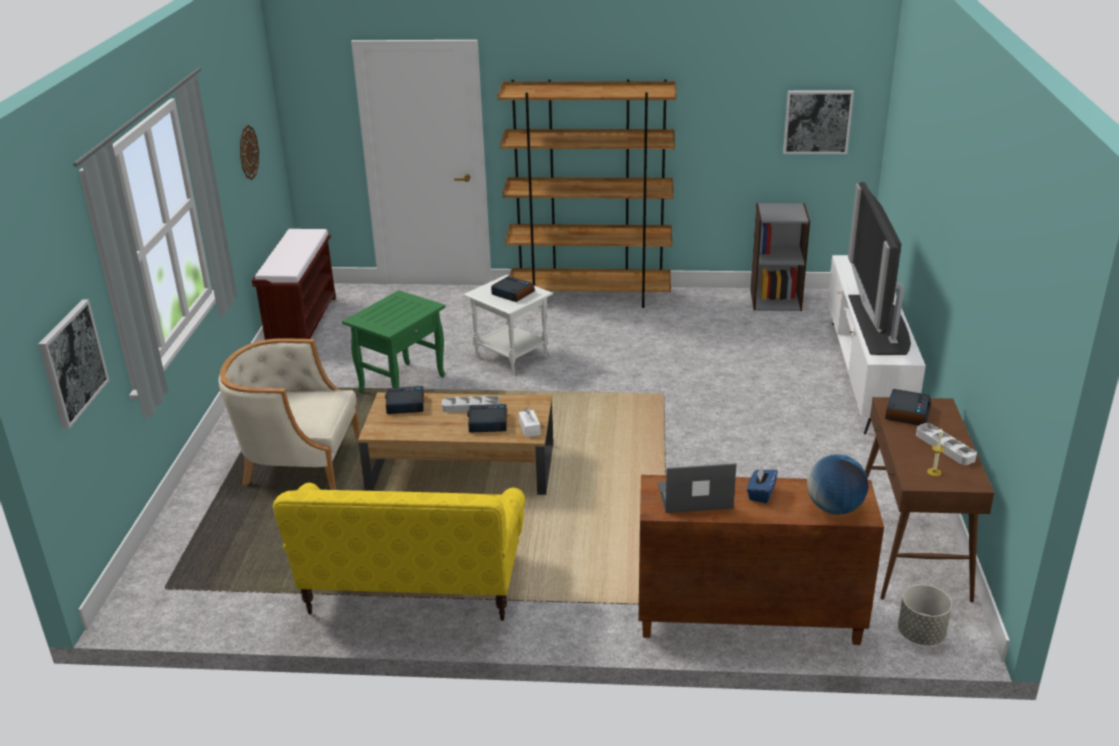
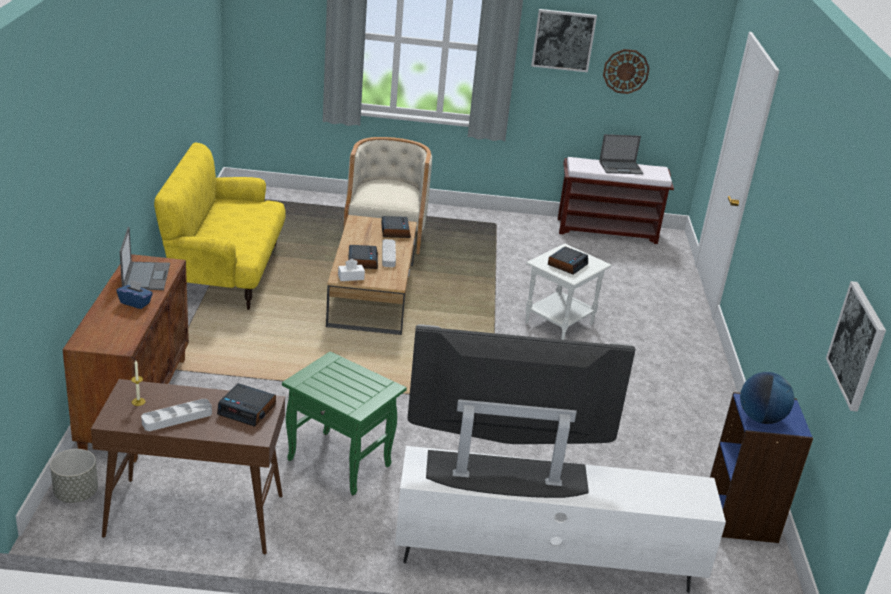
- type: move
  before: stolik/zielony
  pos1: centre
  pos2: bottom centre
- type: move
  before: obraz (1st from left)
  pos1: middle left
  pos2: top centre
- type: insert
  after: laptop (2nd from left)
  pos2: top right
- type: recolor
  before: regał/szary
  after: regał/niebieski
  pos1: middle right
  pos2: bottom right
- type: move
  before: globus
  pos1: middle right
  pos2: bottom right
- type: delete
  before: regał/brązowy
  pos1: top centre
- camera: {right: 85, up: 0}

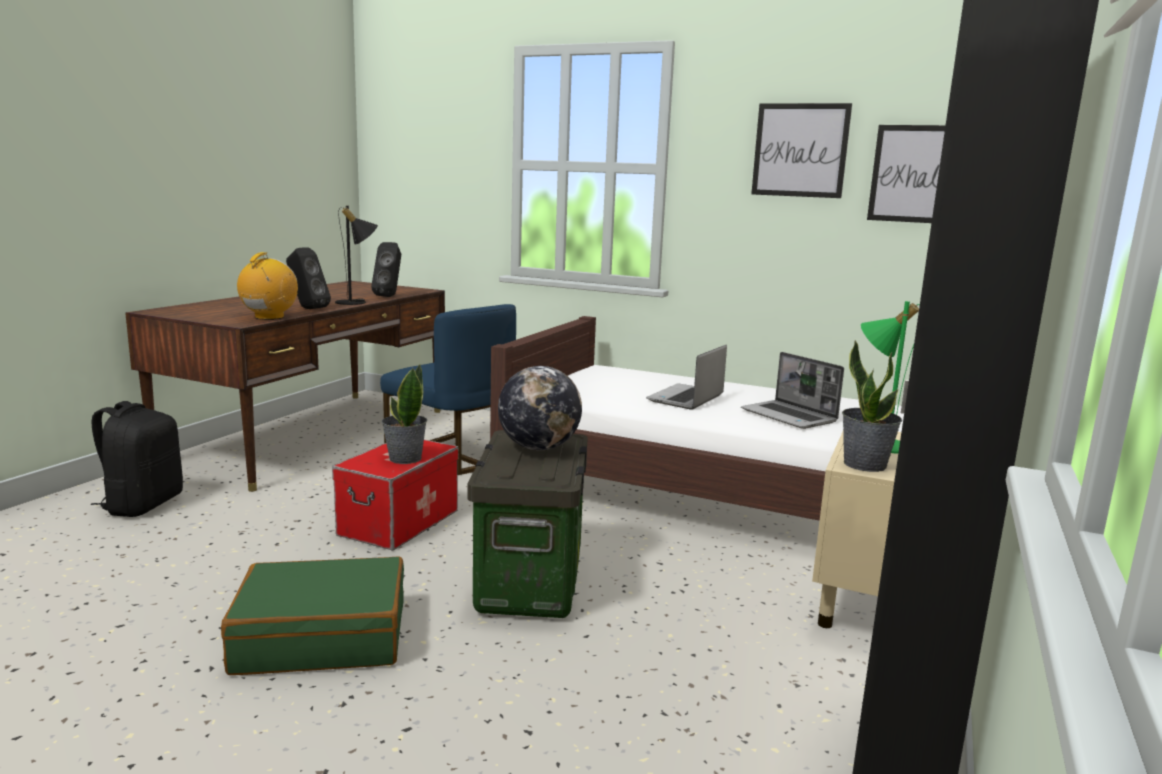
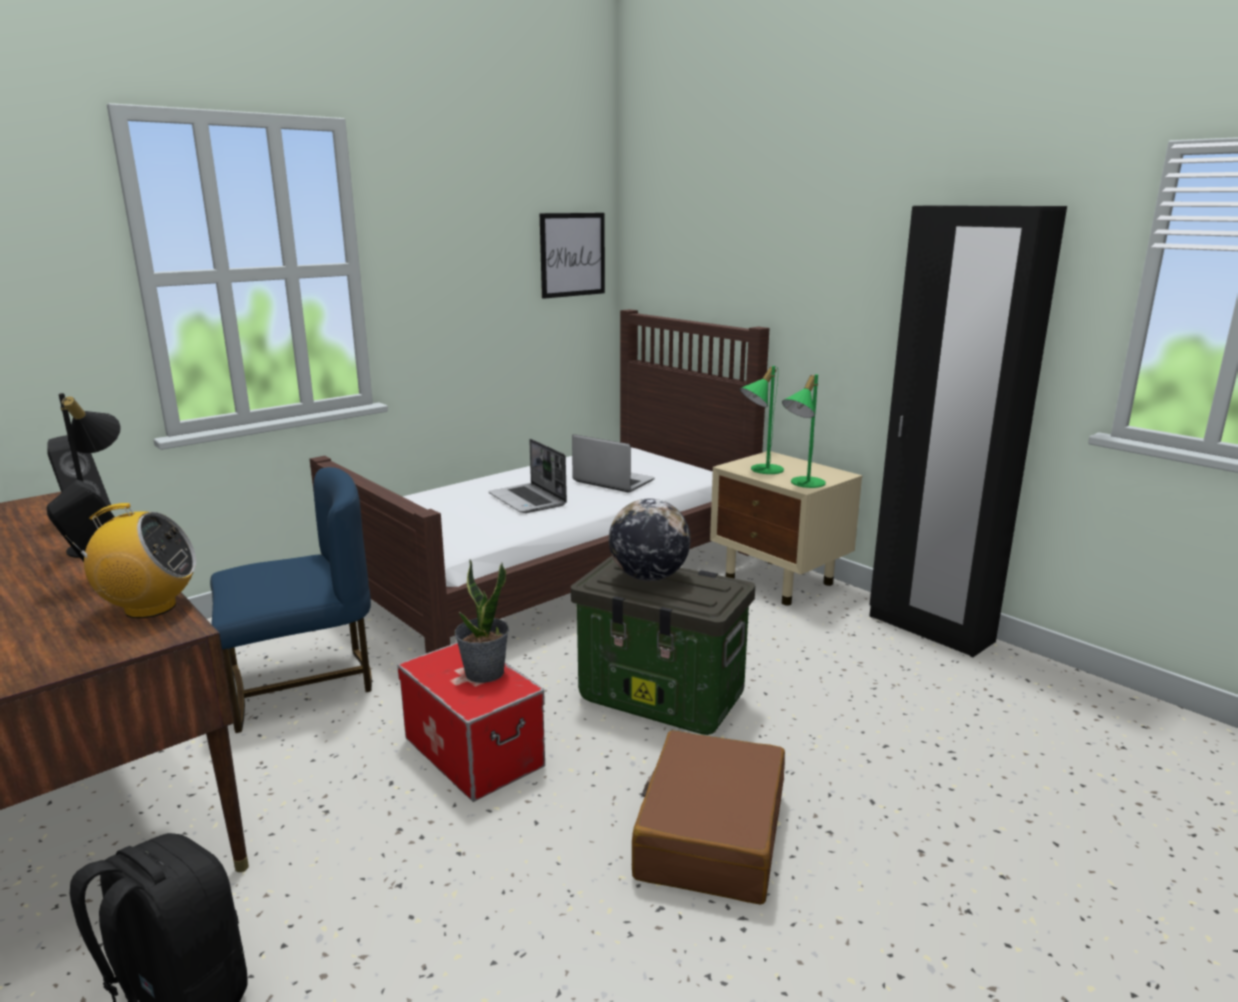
- type: rotate
  before: radio
  pos1: middle left
  pos2: middle left
  turn: 135
- type: rotate
  before: laptop (2nd from left)
  pos1: middle right
  pos2: centre
  turn: -135
- type: recolor
  before: walizka/zielony
  after: walizka/brązowy
  pos1: bottom left
  pos2: bottom centre
- type: replace
  before: roślina doniczkowa (2nd from left)
  after: lampa stołowa/zielony (2nd from left)
  pos1: middle right
  pos2: centre
- type: delete
  before: obraz (1st from left)
  pos1: top right
- camera: {right: -65, up: 5}

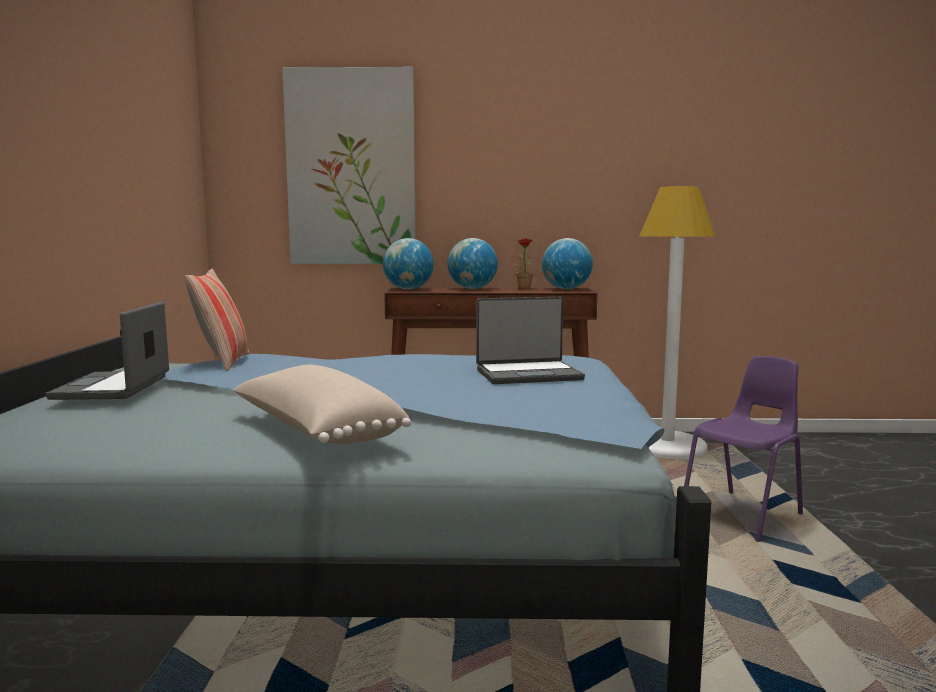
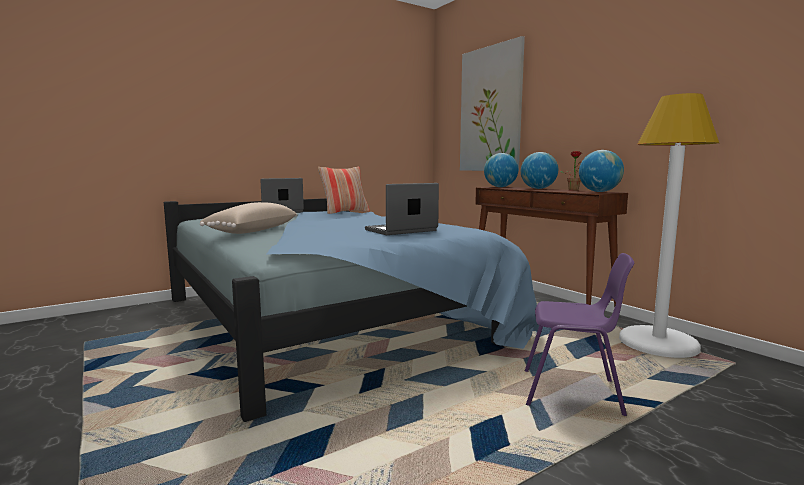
- type: rotate
  before: laptop (2nd from left)
  pos1: centre
  pos2: centre
  turn: 105
- camera: {right: 55, up: 0}

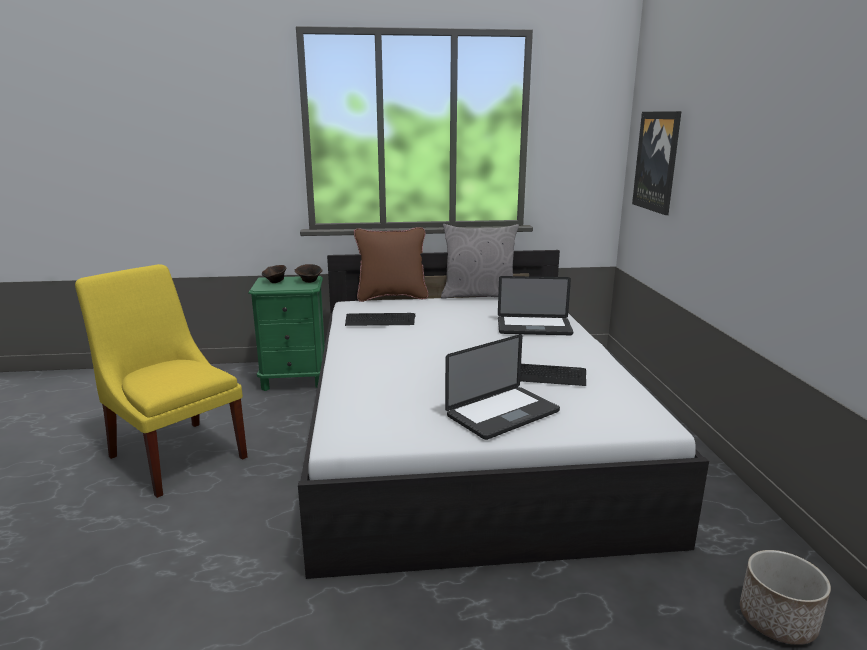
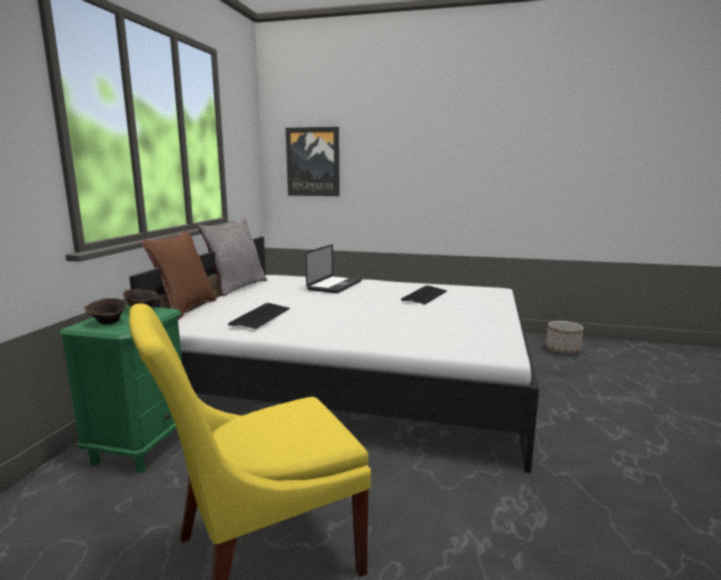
- type: delete
  before: laptop (1st from left)
  pos1: centre
- camera: {right: -70, up: -5}

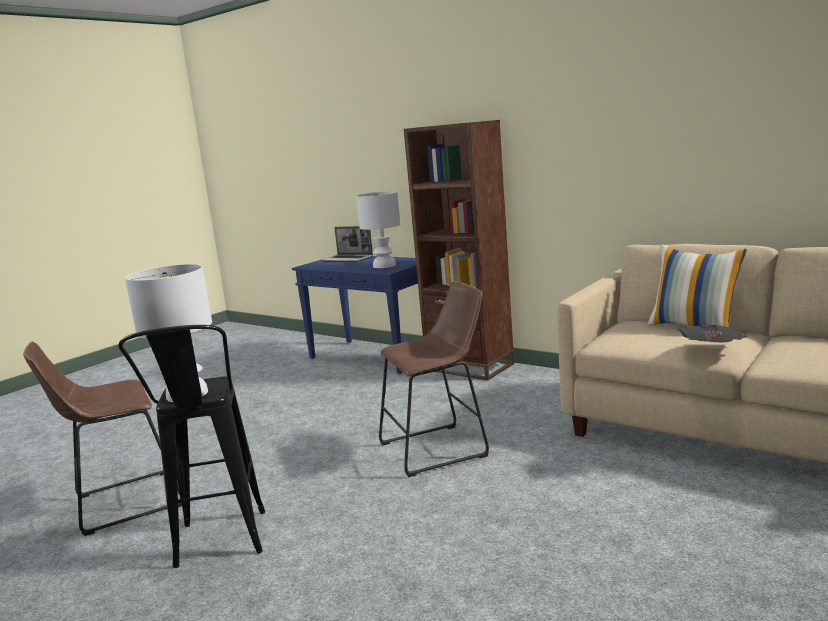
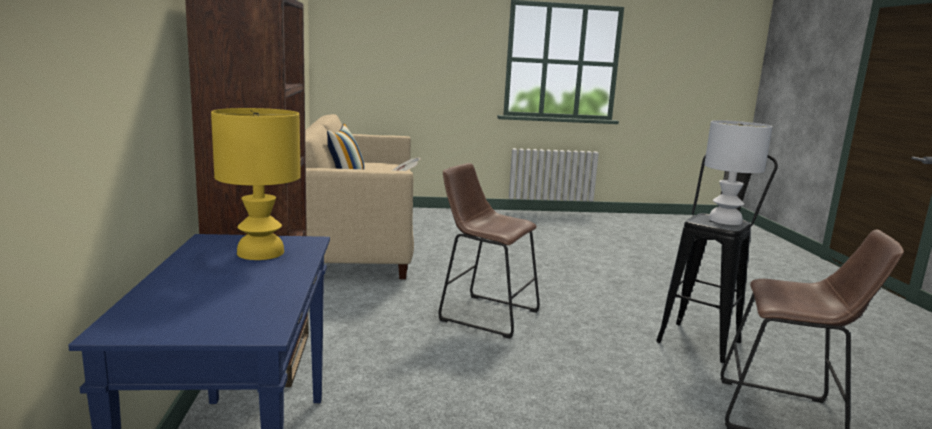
- type: recolor
  before: lampa stołowa/biały (2nd from left)
  after: lampa stołowa/żółty
  pos1: centre
  pos2: middle left
- type: delete
  before: laptop
  pos1: centre
- camera: {right: -135, up: 0}

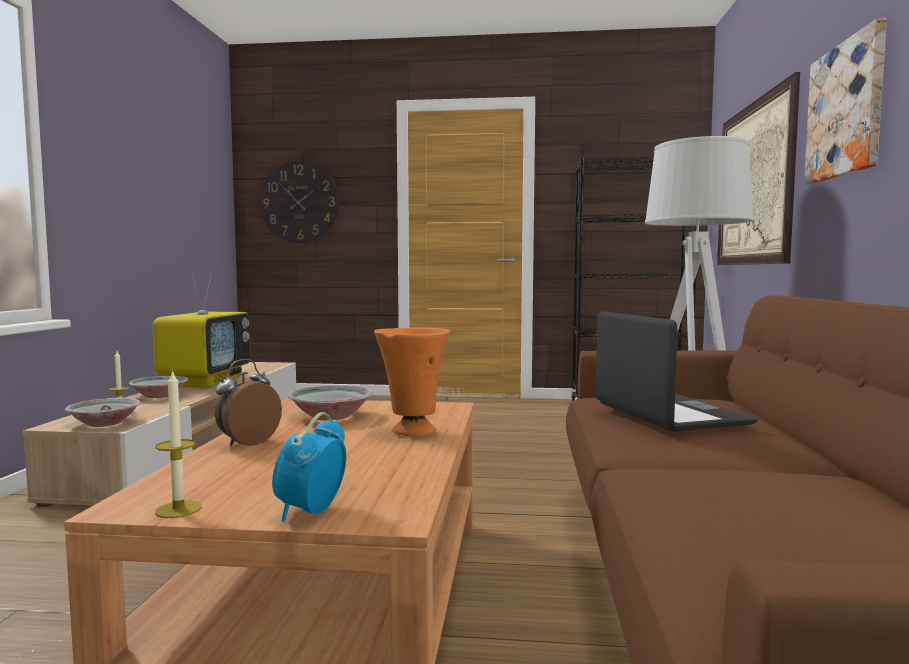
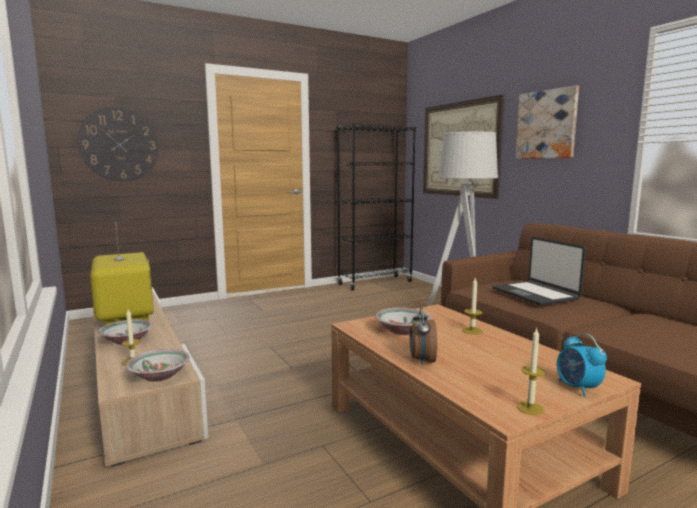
- type: replace
  before: wazon/pomarańczowy
  after: świeca (2nd from left)
  pos1: centre
  pos2: middle right
- type: rotate
  before: laptop
  pos1: middle right
  pos2: middle right
  turn: -150
- camera: {right: -35, up: 5}

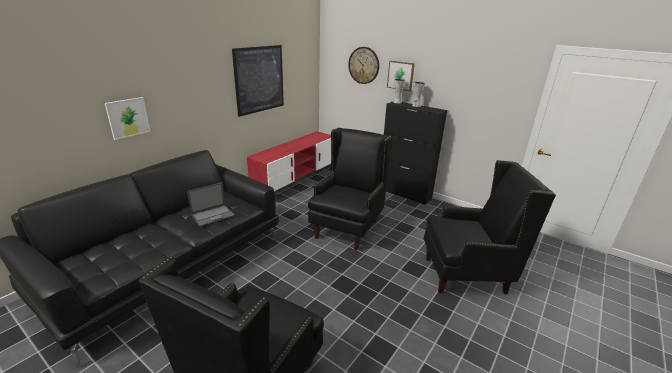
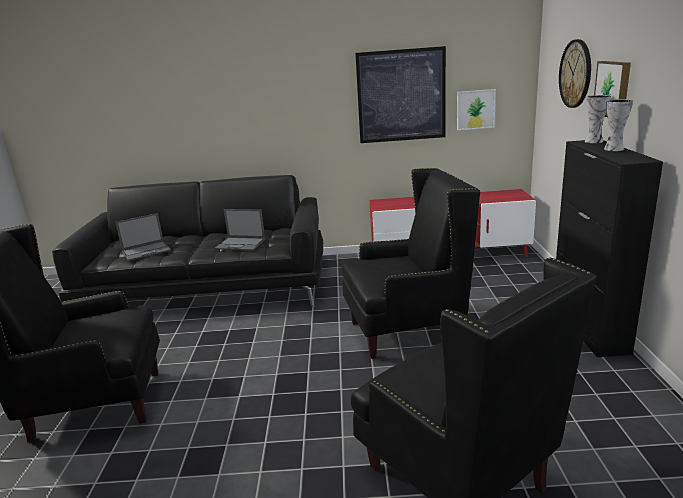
- type: insert
  after: laptop (1st from left)
  pos2: middle left
- type: move
  before: obraz (1st from left in the first image)
  after: obraz (2nd from left)
  pos1: top left
  pos2: top right
- camera: {right: 55, up: -5}

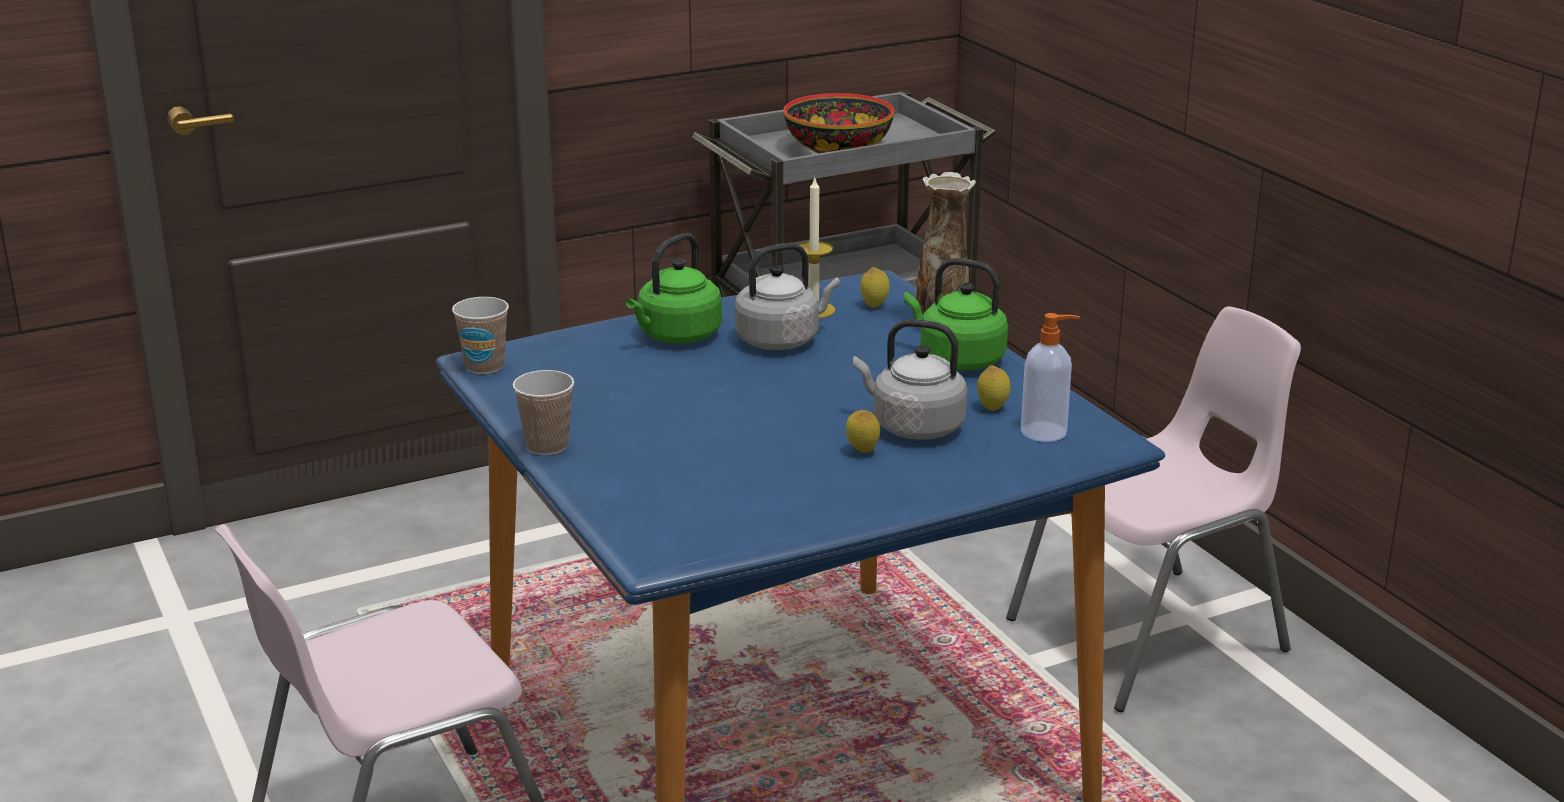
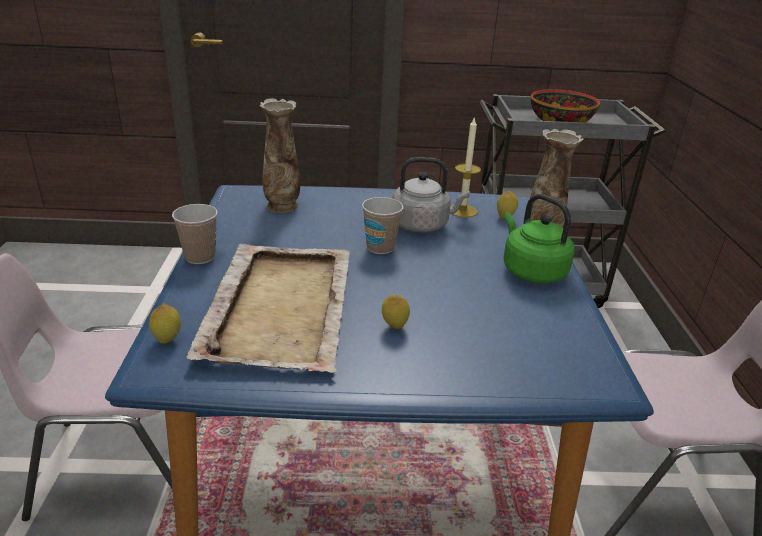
- type: move
  before: cytryna (3rd from left in the first image)
  after: cytryna (1st from left)
  pos1: centre
  pos2: middle left
- type: insert
  after: taca/beżowy
  pos2: centre
- type: insert
  after: wazon (1st from left)
  pos2: top centre
- type: move
  before: filiżanka (1st from left in the first image)
  after: filiżanka (2nd from left)
  pos1: middle left
  pos2: centre
- type: delete
  before: czajnik/zielony (1st from left)
  pos1: centre
- type: delete
  before: czajnik/szary (2nd from left)
  pos1: centre
- type: delete
  before: dozownik mydła
  pos1: middle right
- camera: {right: 25, up: 5}

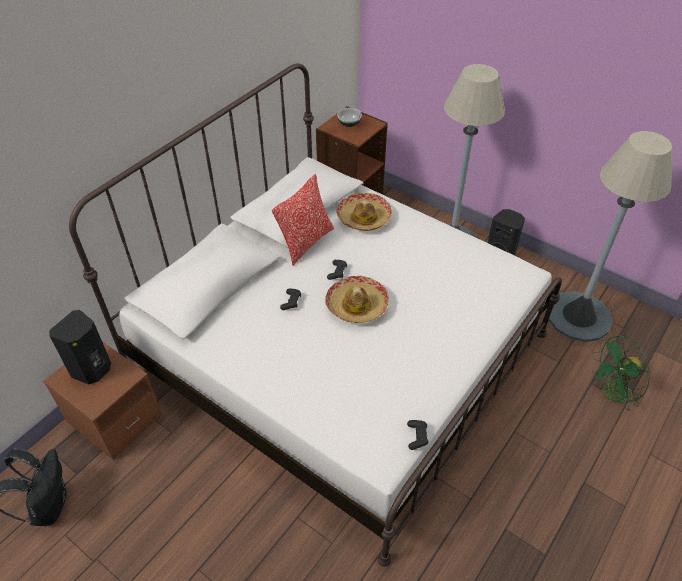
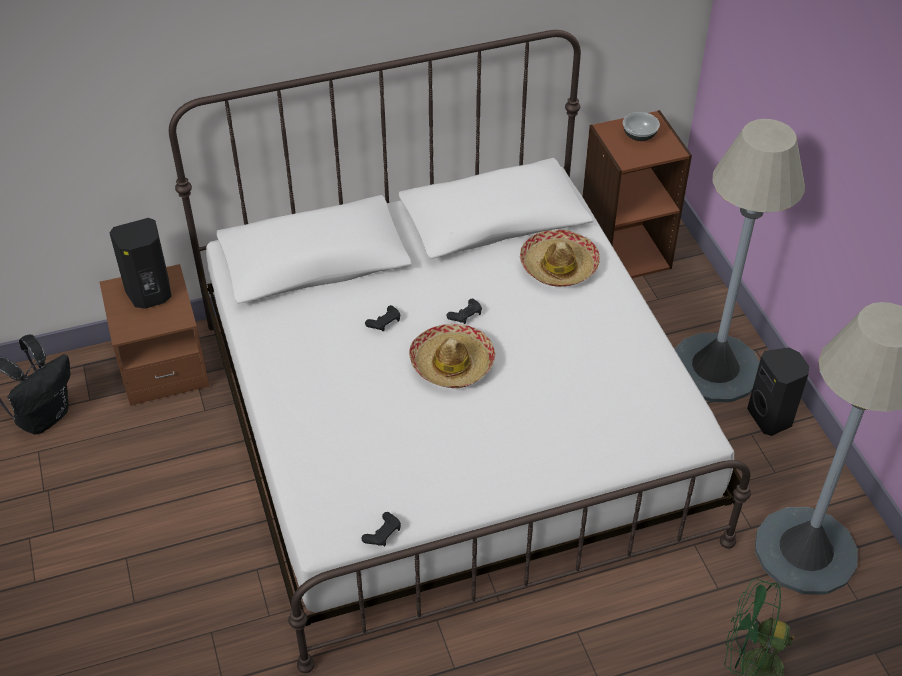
- type: delete
  before: poduszka
  pos1: centre
- camera: {right: 35, up: 0}

